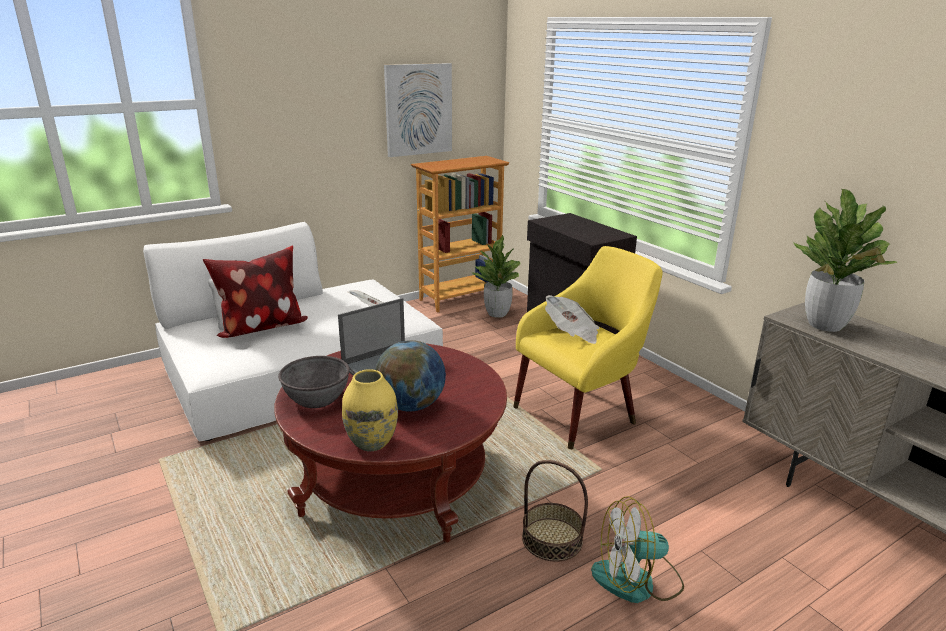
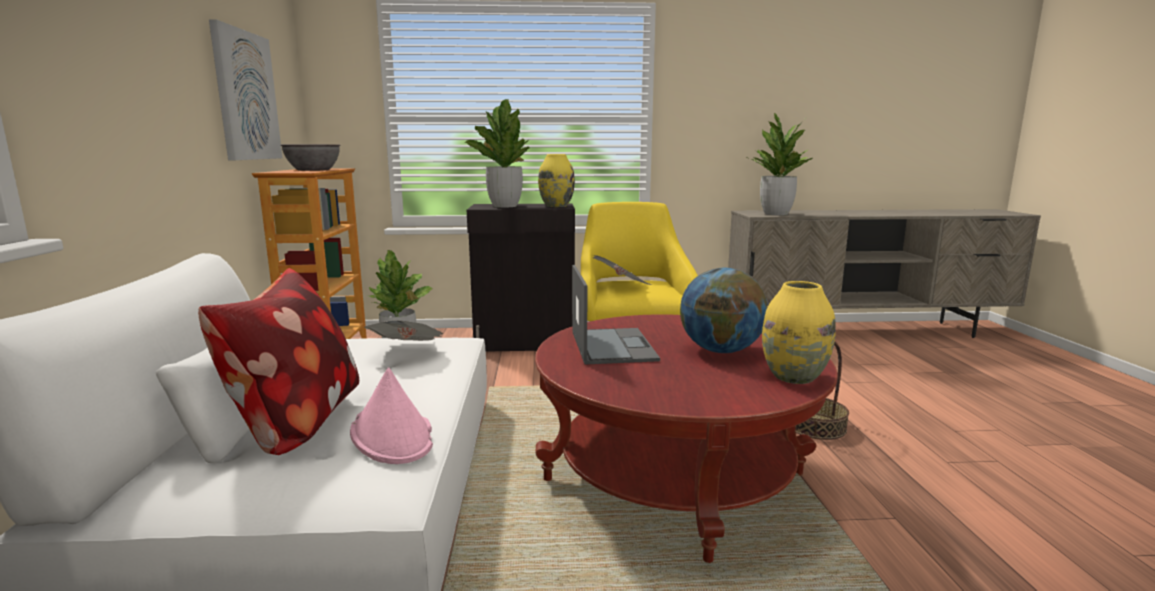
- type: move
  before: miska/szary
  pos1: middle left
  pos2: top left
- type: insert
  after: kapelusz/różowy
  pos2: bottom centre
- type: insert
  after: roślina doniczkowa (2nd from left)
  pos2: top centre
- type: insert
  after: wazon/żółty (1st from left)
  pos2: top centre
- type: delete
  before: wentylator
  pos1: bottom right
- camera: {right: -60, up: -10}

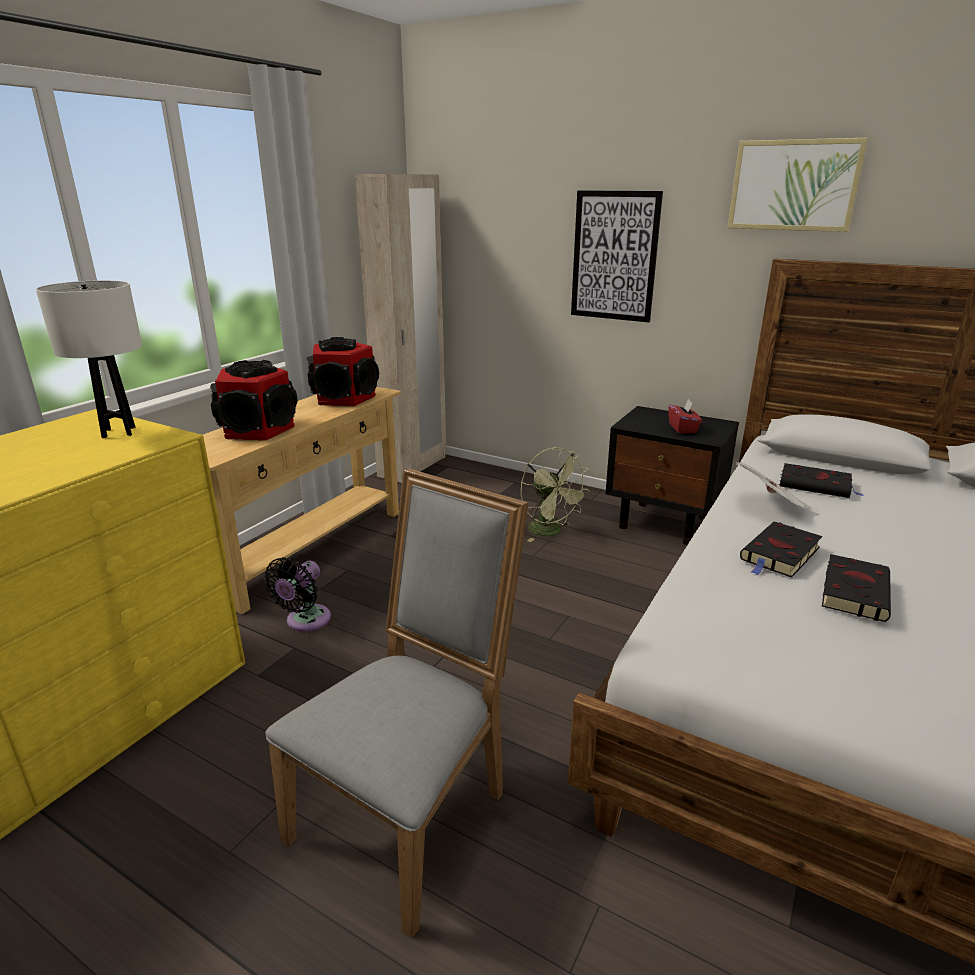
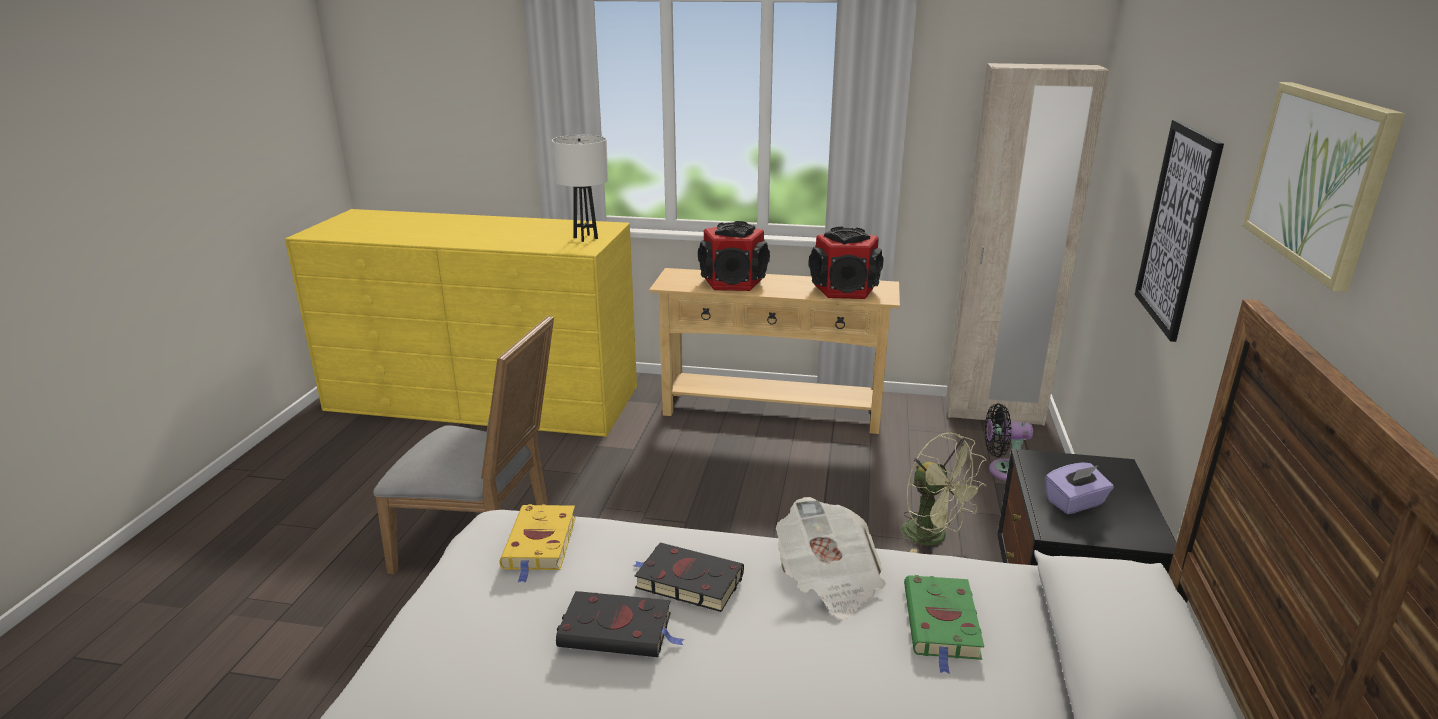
- type: insert
  after: książka/żółty
  pos2: bottom centre
- type: rotate
  before: wentylator/zielony
  pos1: centre
  pos2: bottom centre
  turn: -75
- type: recolor
  before: książka/czarny (2nd from left)
  after: książka/zielony
  pos1: middle right
  pos2: bottom centre
- type: move
  before: wentylator/czarny
  pos1: middle left
  pos2: middle right
- type: recolor
  before: pudełko chusteczek/czerwony
  after: pudełko chusteczek/fioletowy
  pos1: middle right
  pos2: bottom right
- camera: {right: 70, up: 0}

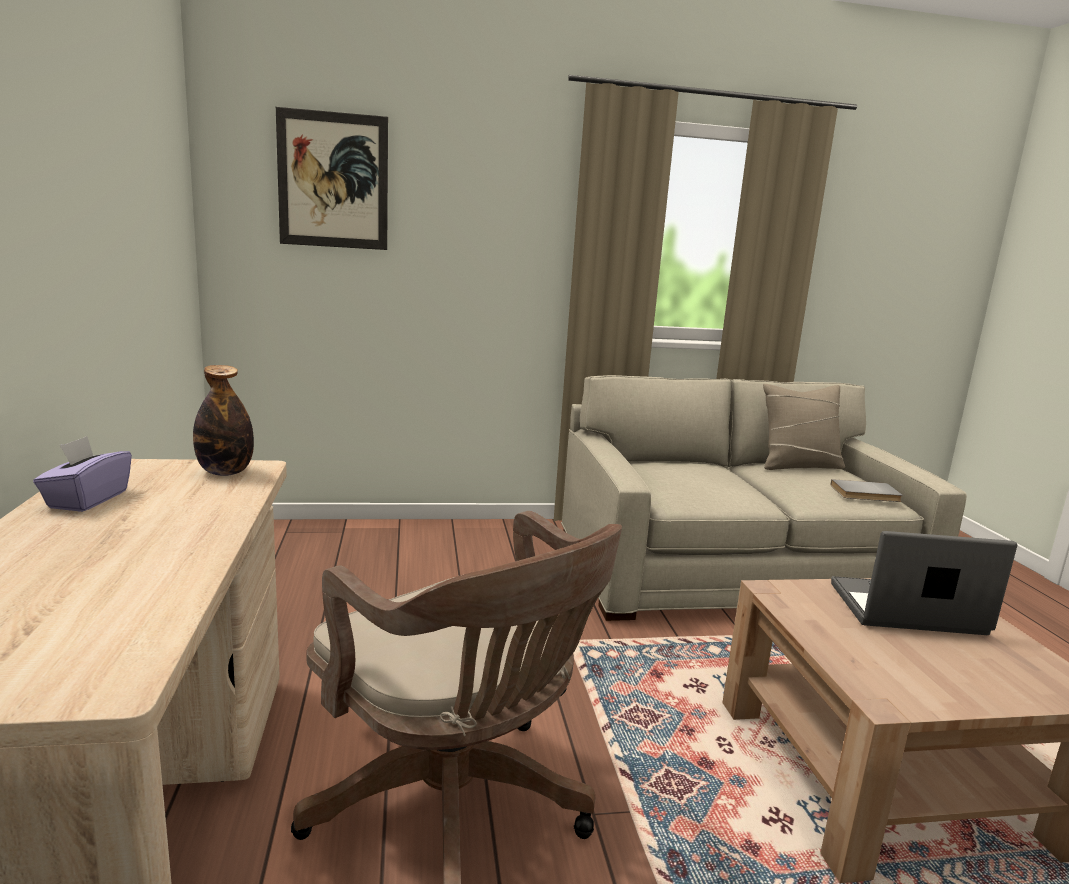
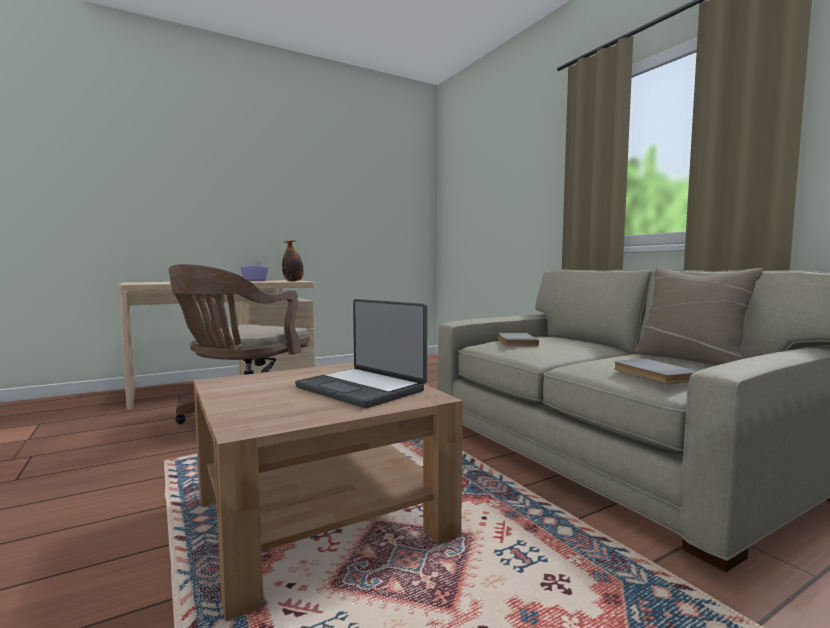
- type: rotate
  before: laptop
  pos1: middle right
  pos2: centre
  turn: 150
- type: insert
  after: książka/szary (1st from left)
  pos2: centre
- type: delete
  before: obraz
  pos1: top left
- camera: {right: 70, up: -10}

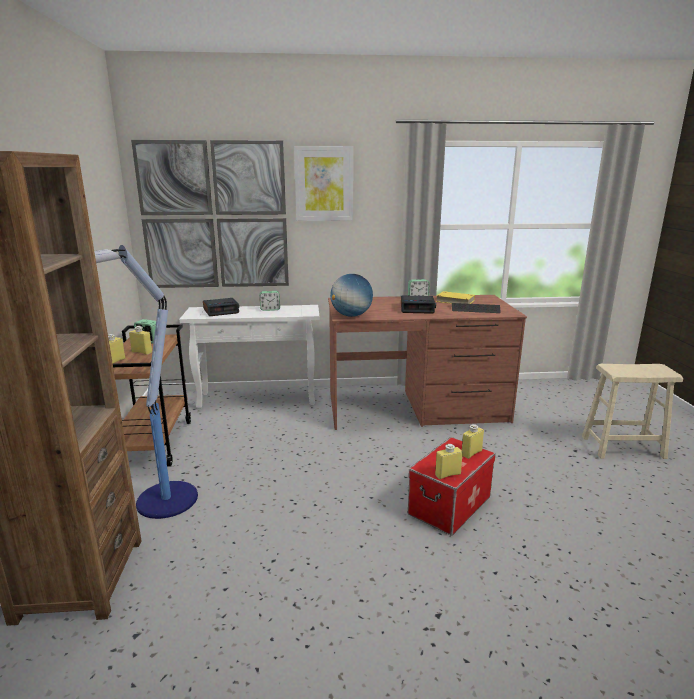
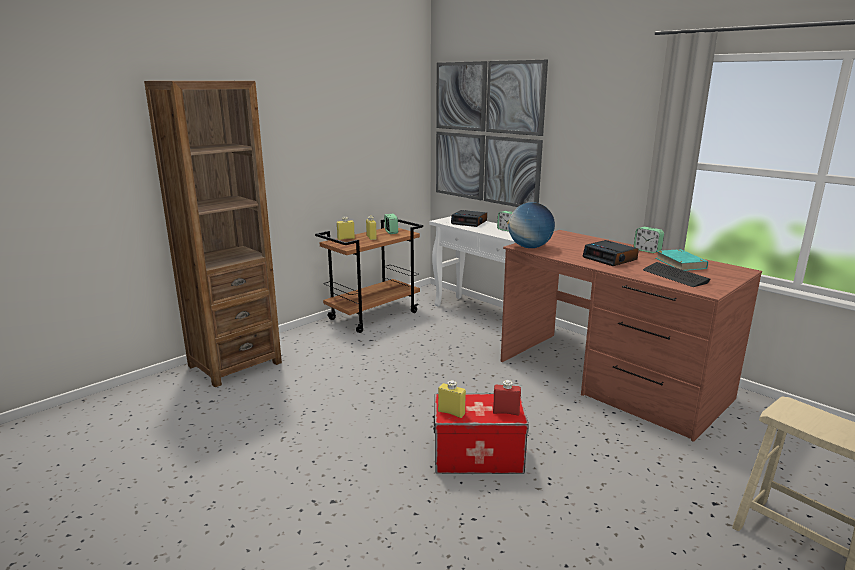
- type: recolor
  before: butelka/żółty (4th from left)
  after: butelka/czerwony
  pos1: middle right
  pos2: bottom centre
- type: recolor
  before: książka/żółty
  after: książka/turkusowy
  pos1: centre
  pos2: middle right
- type: delete
  before: lampa stojąca
  pos1: middle left
- type: delete
  before: obraz (2nd from left)
  pos1: top centre
- camera: {right: 50, up: 0}

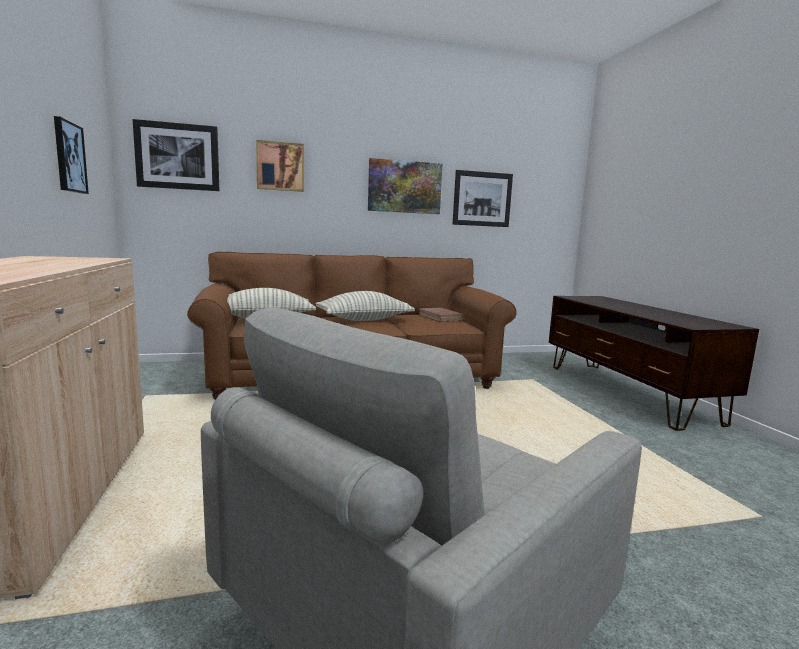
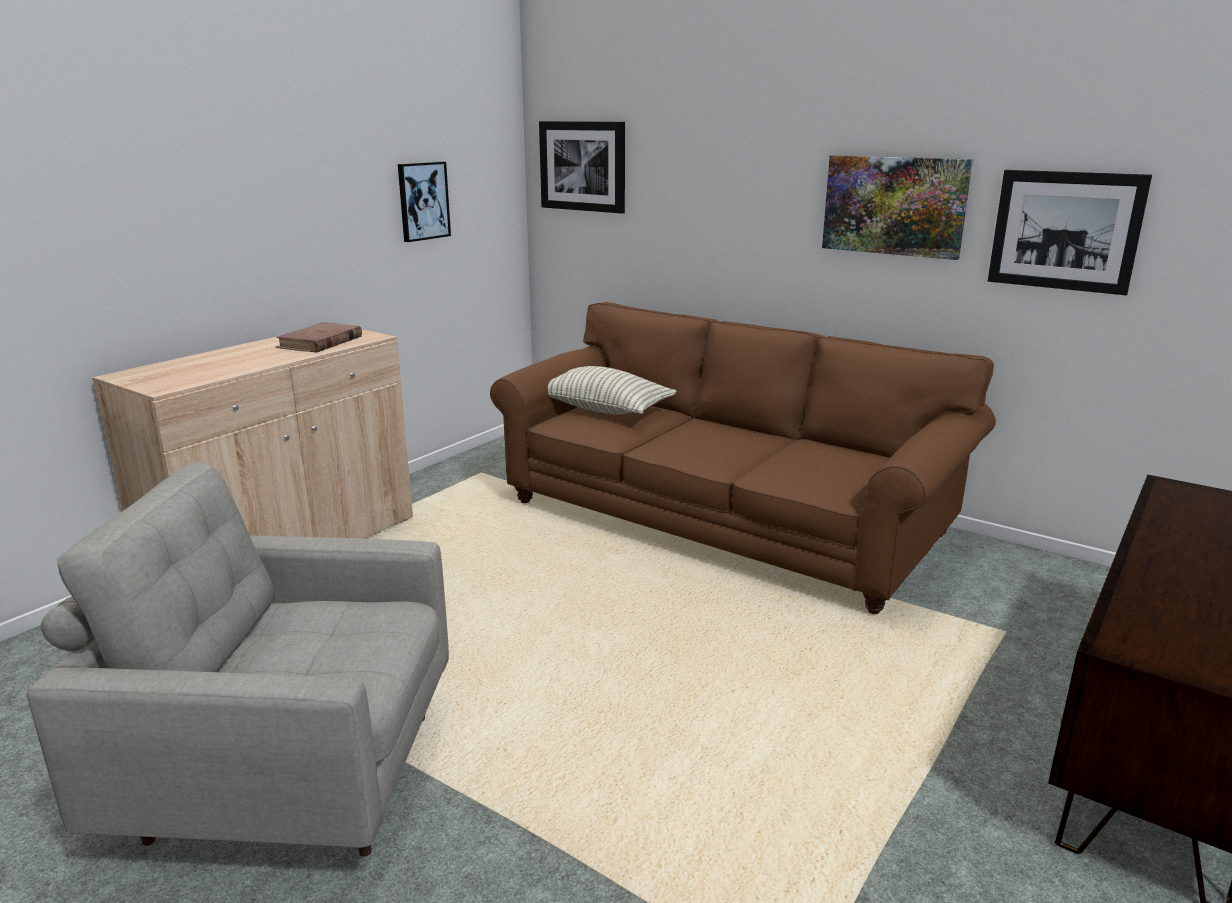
- type: move
  before: książka/brązowy
  pos1: centre
  pos2: middle left
- type: delete
  before: obraz (3rd from left)
  pos1: top centre
- type: delete
  before: poduszka (2nd from left)
  pos1: centre
- camera: {right: 50, up: 10}

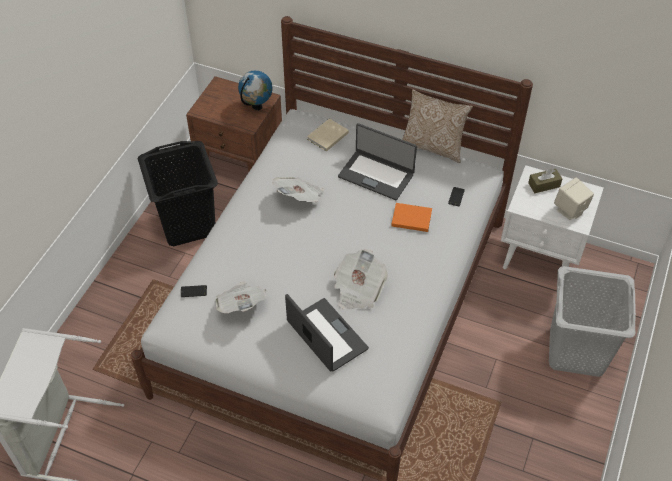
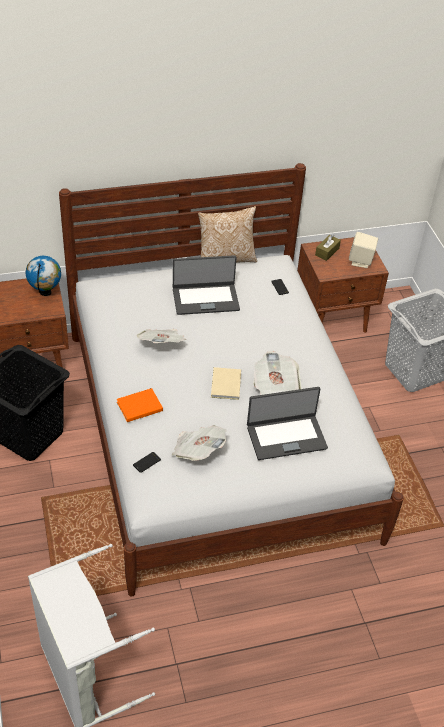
- type: move
  before: książka/pomarańczowy
  pos1: centre
  pos2: middle left
- type: move
  before: książka/beżowy
  pos1: top centre
  pos2: centre
- type: rotate
  before: laptop (1st from left in the first image)
  pos1: bottom centre
  pos2: centre
  turn: 150
- type: recolor
  before: szafka nocna/biały
  after: szafka nocna/brązowy (2nd from left)
  pos1: middle right
  pos2: middle right
- camera: {right: -40, up: -5}

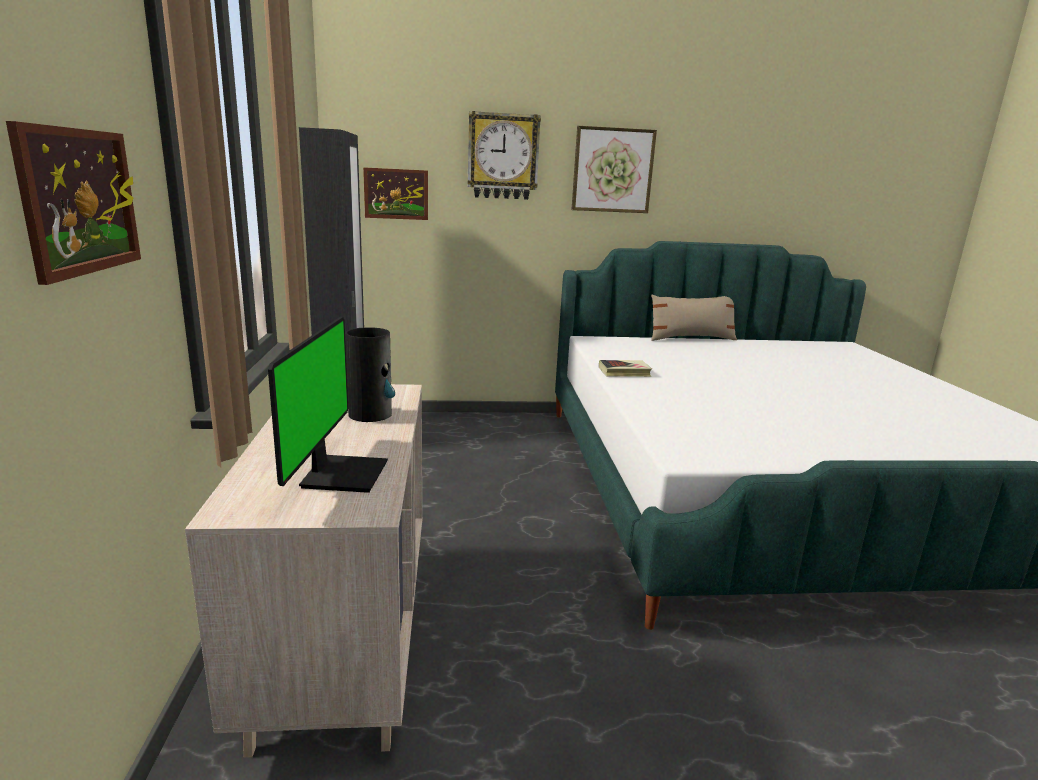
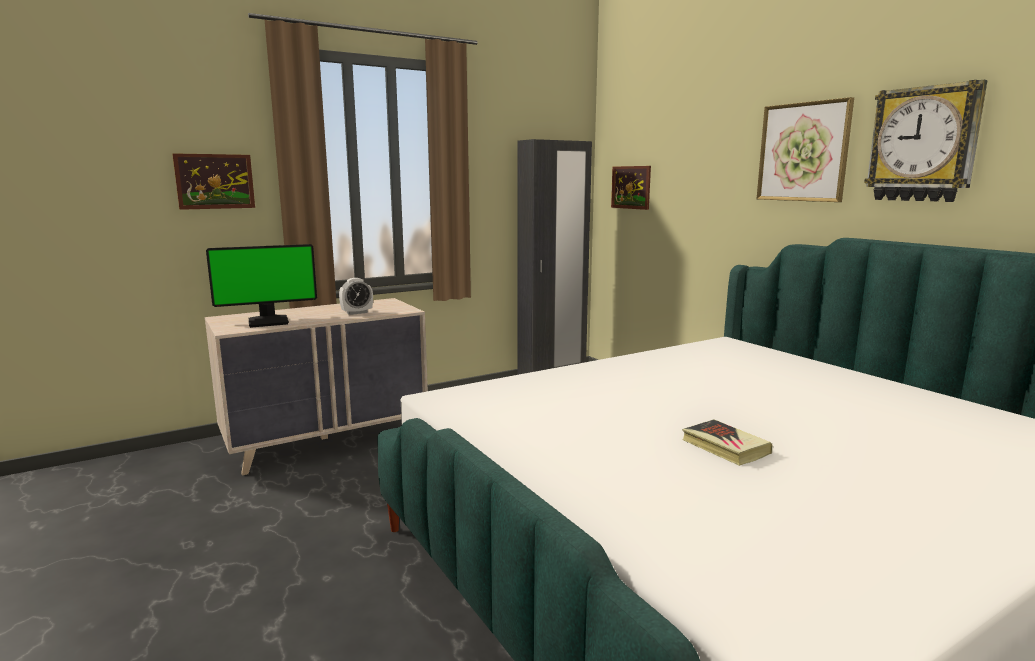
- type: replace
  before: wazon
  after: budzik
  pos1: centre
  pos2: centre
- type: move
  before: książka
  pos1: centre
  pos2: bottom right
- type: move
  before: zegar ścienny
  pos1: top centre
  pos2: top right
- type: delete
  before: poduszka/beżowy
  pos1: middle right
- camera: {right: 65, up: -5}

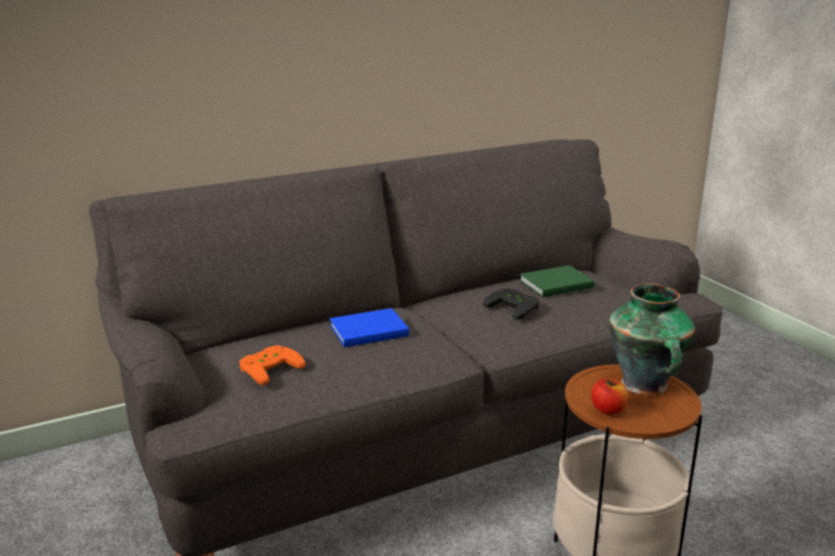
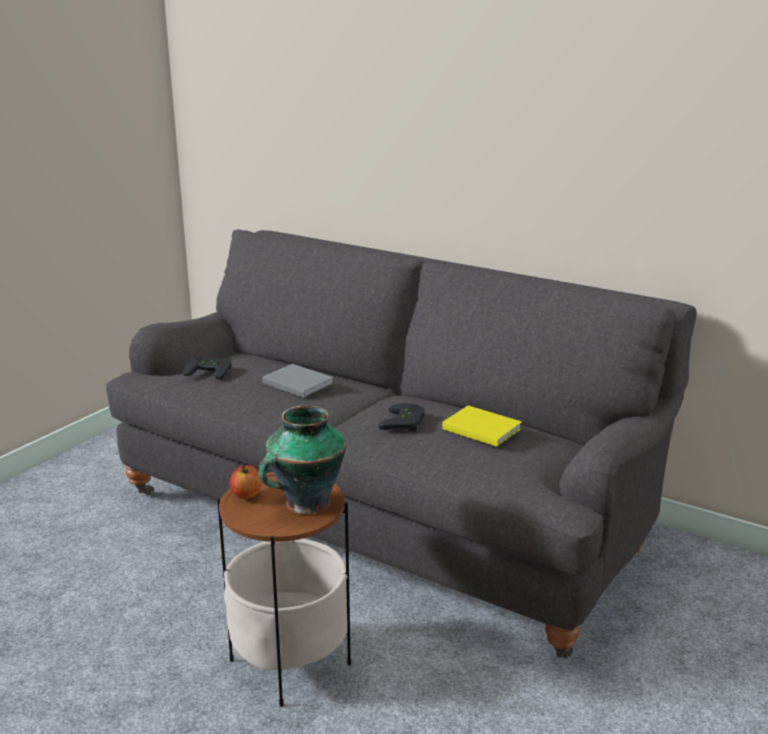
- type: recolor
  before: pad do gier/pomarańczowy
  after: pad do gier/czarny (1st from left)
  pos1: middle left
  pos2: middle left
- type: recolor
  before: książka/niebieski
  after: książka/szary
  pos1: centre
  pos2: centre
- type: recolor
  before: książka/zielony
  after: książka/żółty
  pos1: centre
  pos2: centre
- camera: {right: 60, up: 0}

